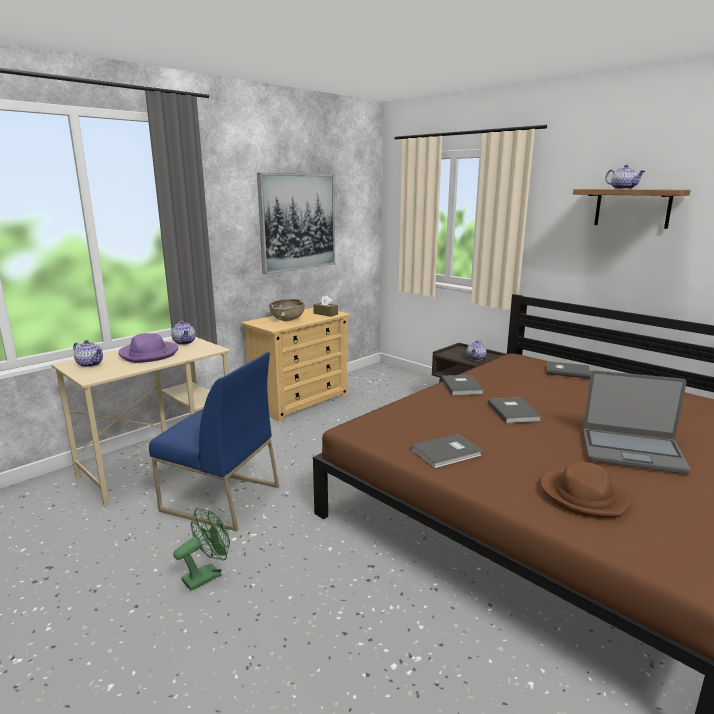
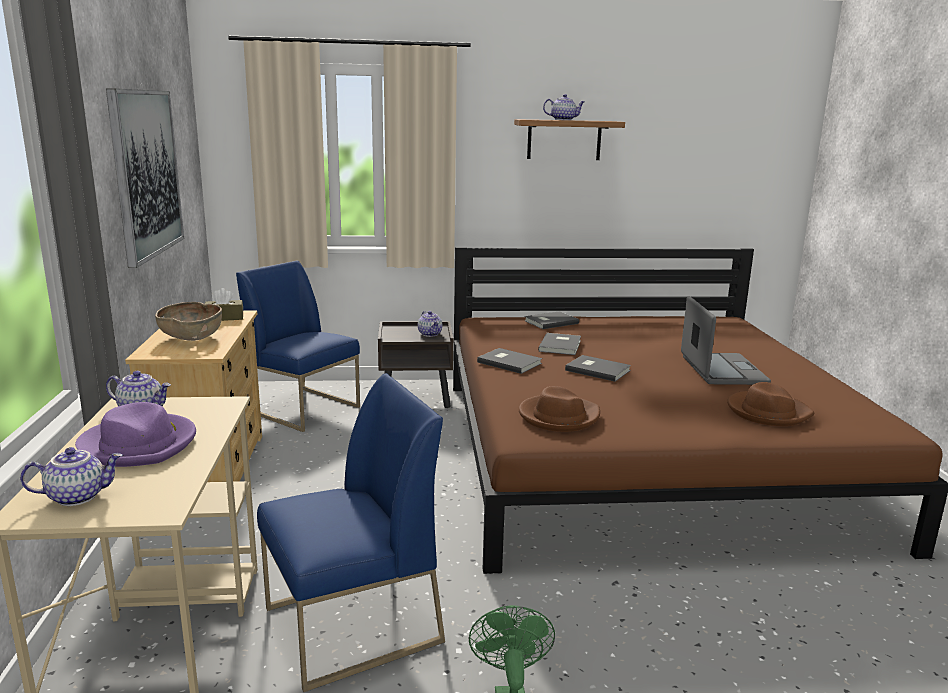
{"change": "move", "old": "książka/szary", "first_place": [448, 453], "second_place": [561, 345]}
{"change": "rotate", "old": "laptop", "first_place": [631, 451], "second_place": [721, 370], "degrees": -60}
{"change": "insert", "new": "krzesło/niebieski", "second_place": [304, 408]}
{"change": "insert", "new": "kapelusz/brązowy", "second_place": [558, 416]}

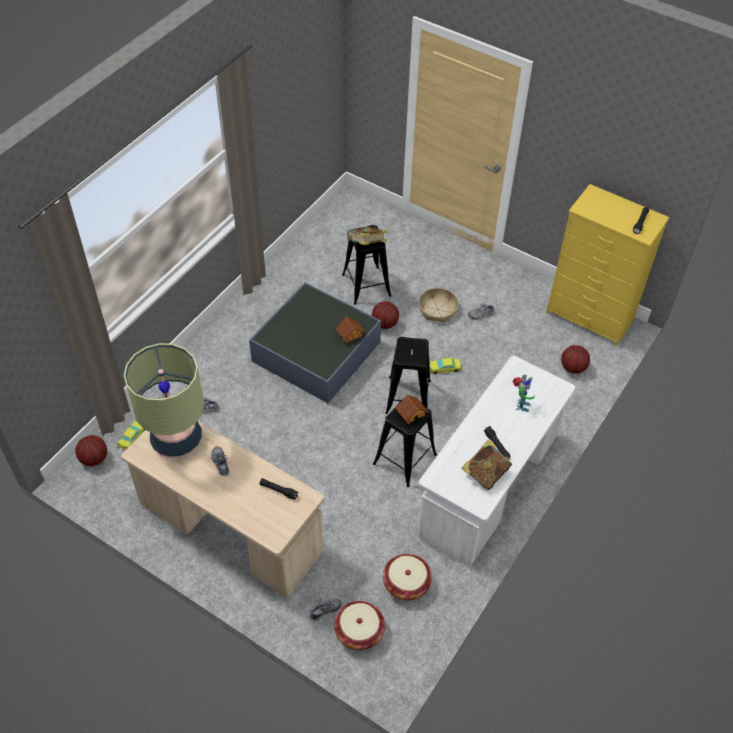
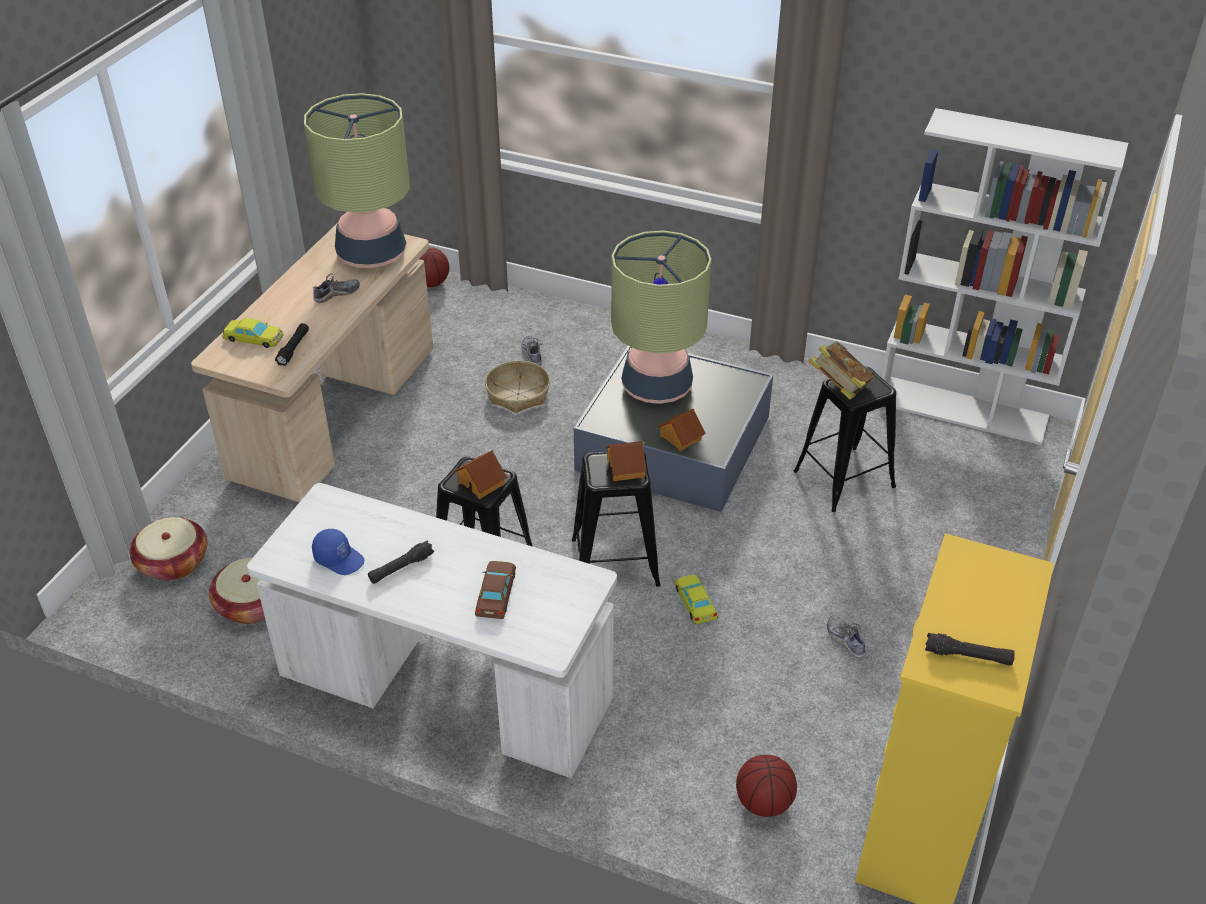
{"change": "move", "old": "samochodzik/żółty", "first_place": [132, 436], "second_place": [254, 337]}
{"change": "delete", "old": "but", "first_place": [325, 610]}
{"change": "delete", "old": "piłka do koszykówki", "first_place": [385, 324]}
{"change": "move", "old": "koszyk", "first_place": [437, 309], "second_place": [518, 394]}
{"change": "replace", "old": "książka", "new": "czapka z daszkiem/niebieski", "first_place": [485, 473], "second_place": [339, 558]}
{"change": "replace", "old": "robot zabawkowy", "new": "samochodzik/brązowy", "first_place": [520, 406], "second_place": [496, 593]}
{"change": "insert", "new": "domek", "second_place": [626, 468]}
{"change": "insert", "new": "lampa stołowa", "second_place": [656, 386]}
{"change": "insert", "new": "regał/biały", "second_place": [963, 410]}

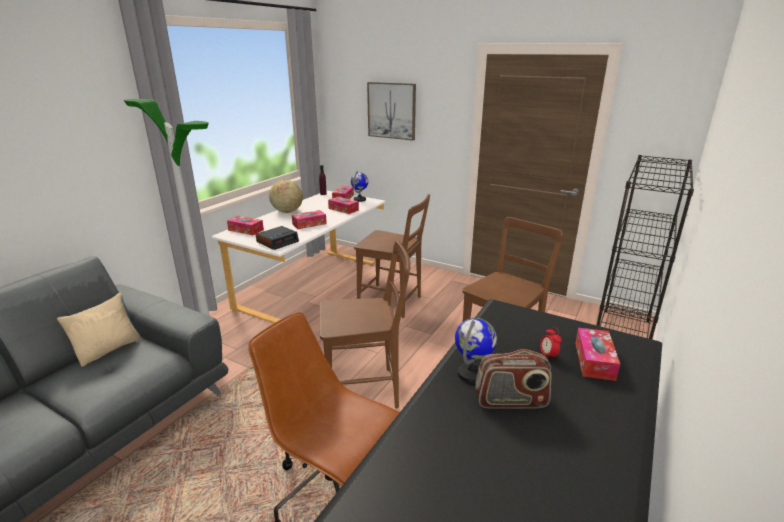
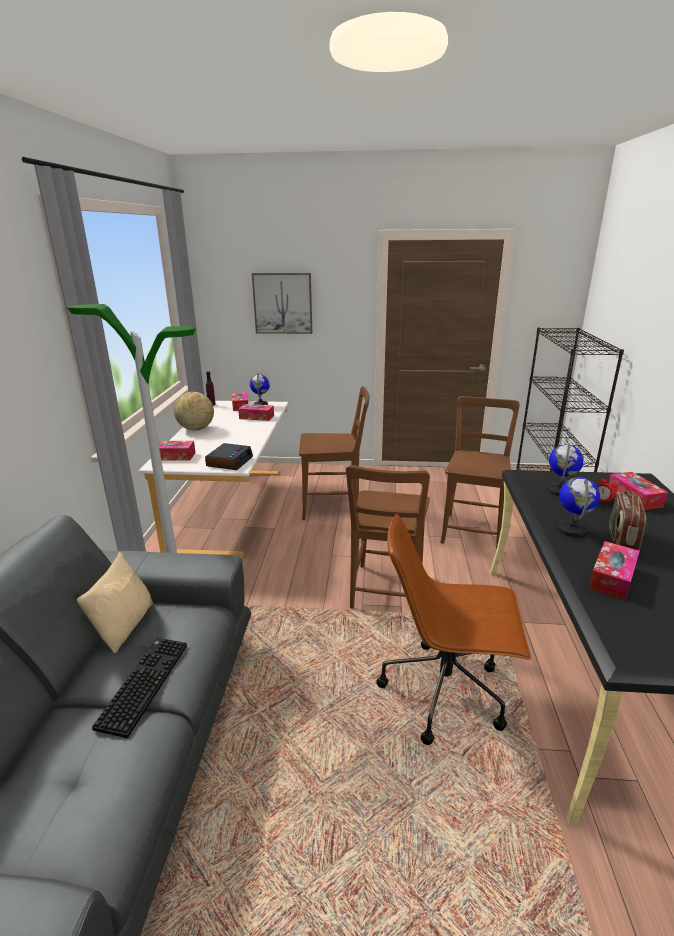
{"change": "move", "old": "pudełko chusteczek", "first_place": [309, 224], "second_place": [612, 577]}
{"change": "rotate", "old": "krzesło/brązowy", "first_place": [366, 390], "second_place": [386, 593], "degrees": 135}
{"change": "rotate", "old": "radio", "first_place": [510, 401], "second_place": [621, 541], "degrees": 135}
{"change": "insert", "new": "klawiatura", "second_place": [143, 683]}
{"change": "insert", "new": "globus", "second_place": [559, 491]}

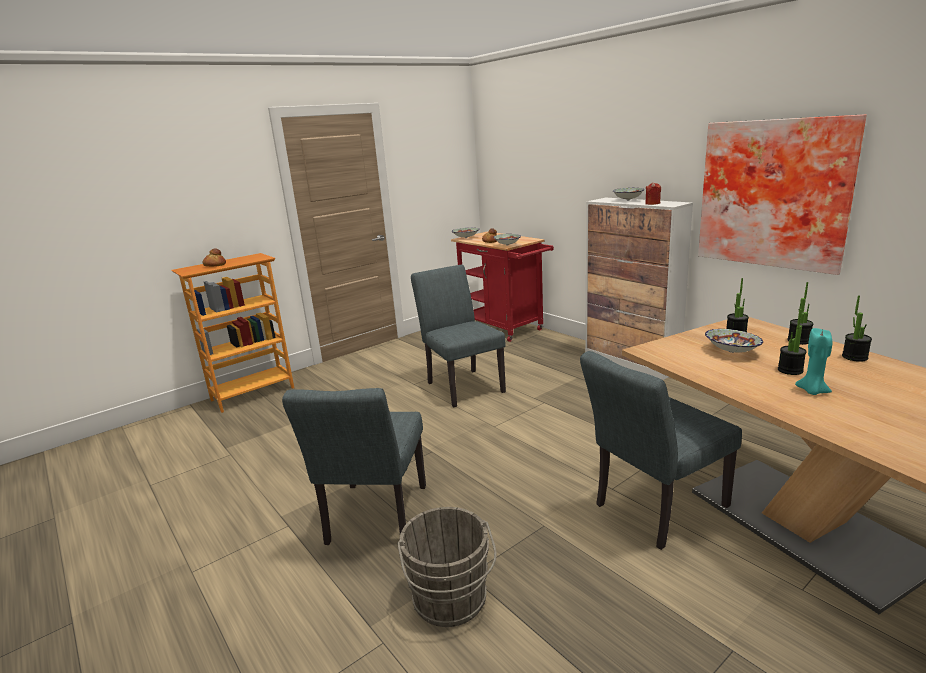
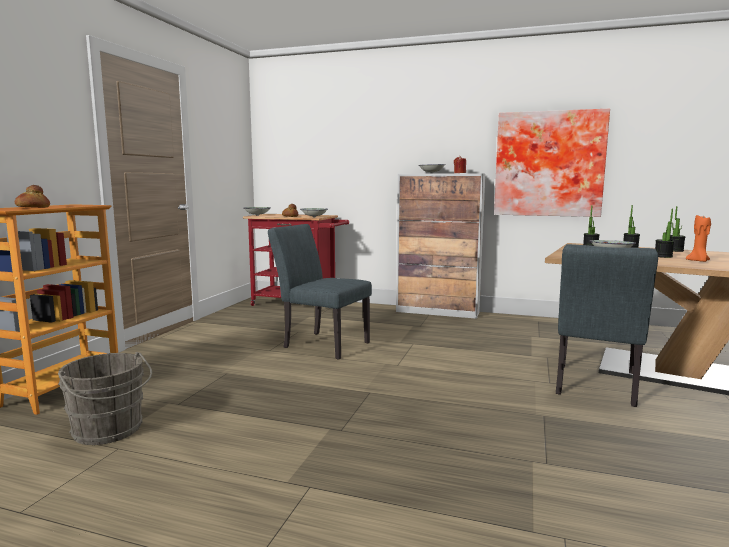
{"change": "delete", "old": "krzesło/szary", "first_place": [374, 520]}
{"change": "move", "old": "wiadro/szary", "first_place": [450, 602], "second_place": [109, 431]}
{"change": "recolor", "old": "świeca/turkusowy", "new": "świeca/pomarańczowy", "first_place": [812, 391], "second_place": [698, 261]}

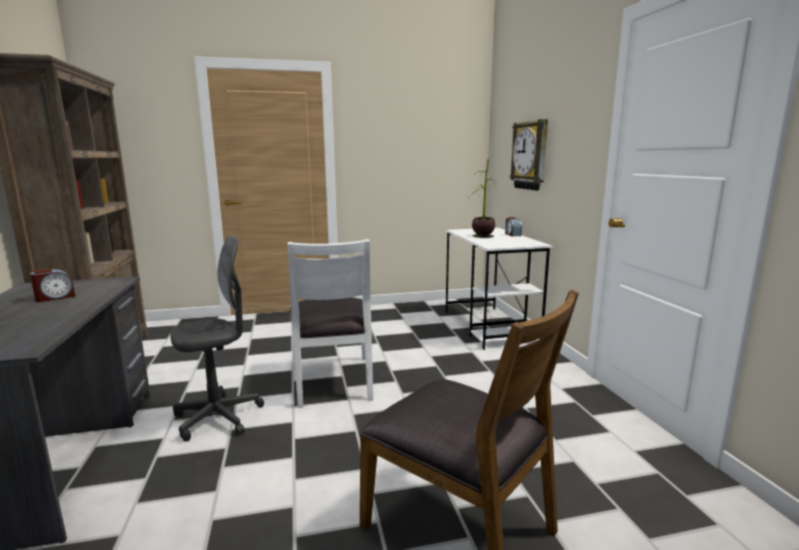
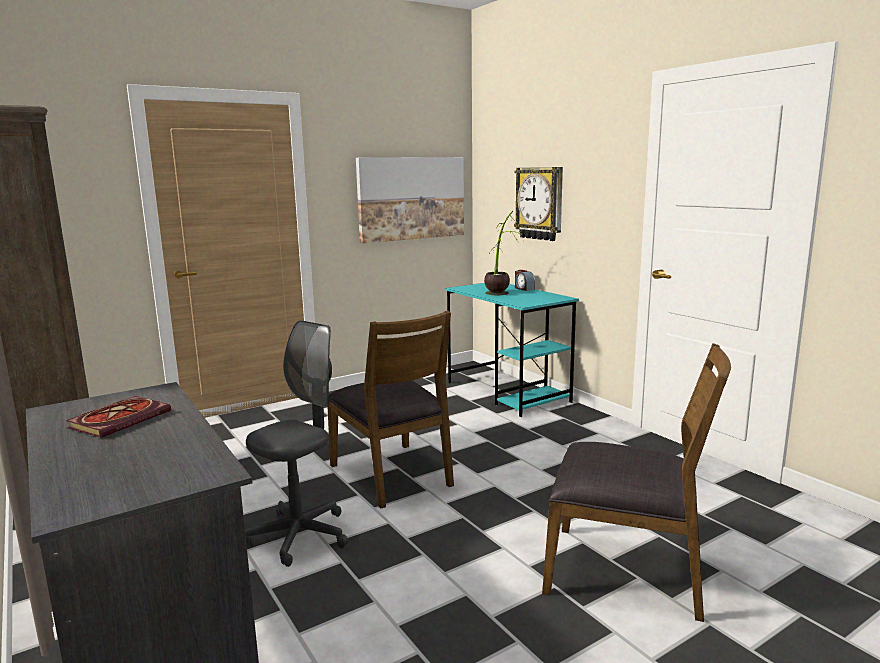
{"change": "replace", "old": "budzik", "new": "książka", "first_place": [55, 297], "second_place": [121, 419]}
{"change": "recolor", "old": "krzesło/biały", "new": "krzesło/brązowy", "first_place": [333, 380], "second_place": [392, 474]}
{"change": "recolor", "old": "biurko/biały", "new": "biurko/turkusowy", "first_place": [490, 326], "second_place": [508, 392]}
{"change": "insert", "new": "obraz", "second_place": [411, 198]}

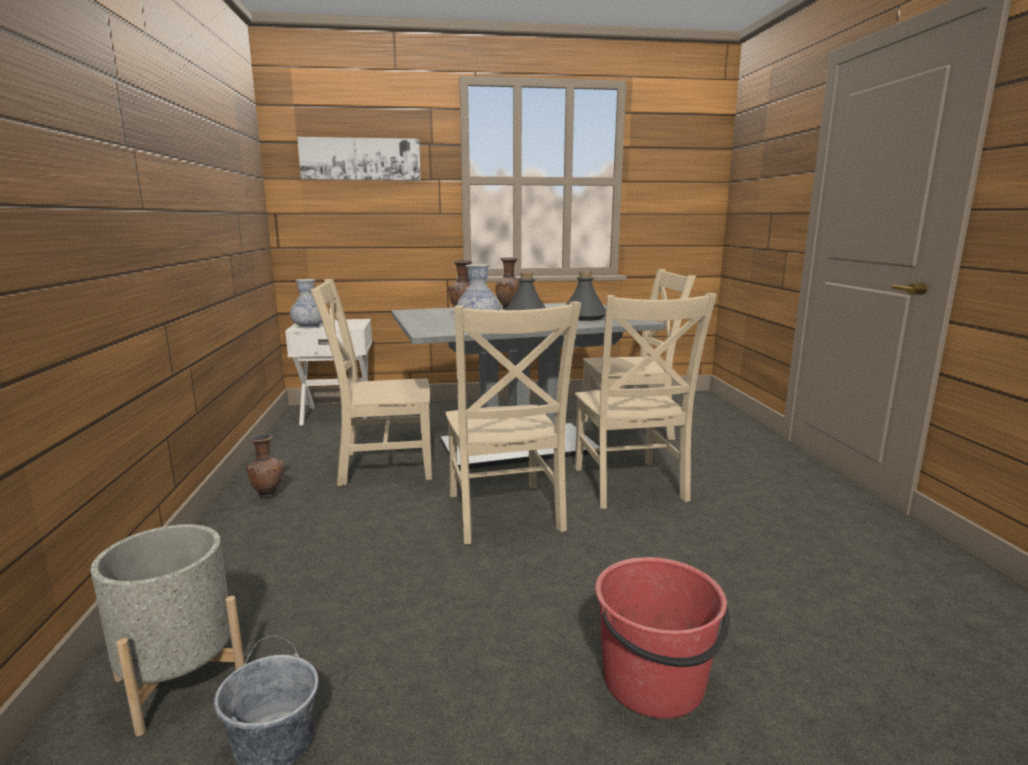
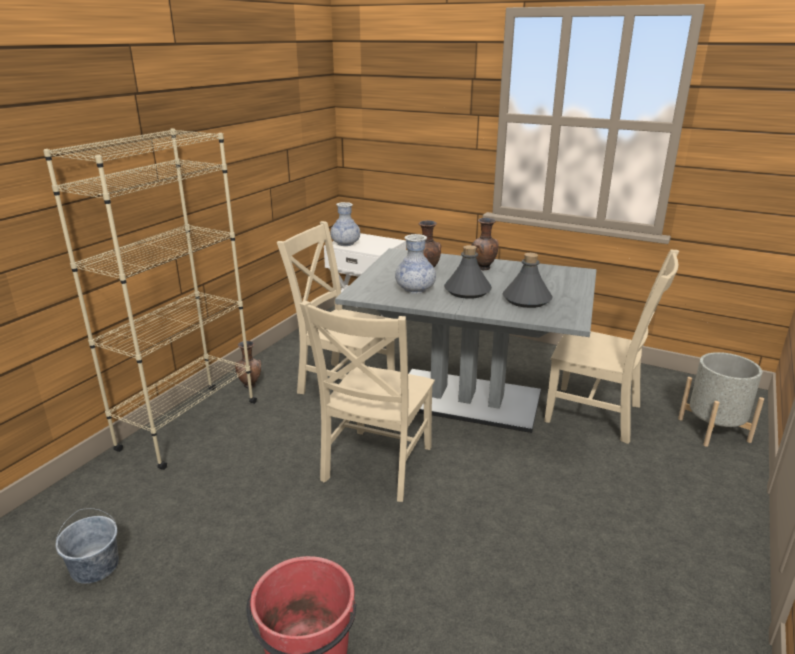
{"change": "move", "old": "donica/szary", "first_place": [180, 680], "second_place": [713, 430]}
{"change": "delete", "old": "obraz", "first_place": [360, 159]}
{"change": "delete", "old": "krzesło/beżowy", "first_place": [629, 486]}
{"change": "insert", "new": "regał/beżowy", "second_place": [188, 425]}

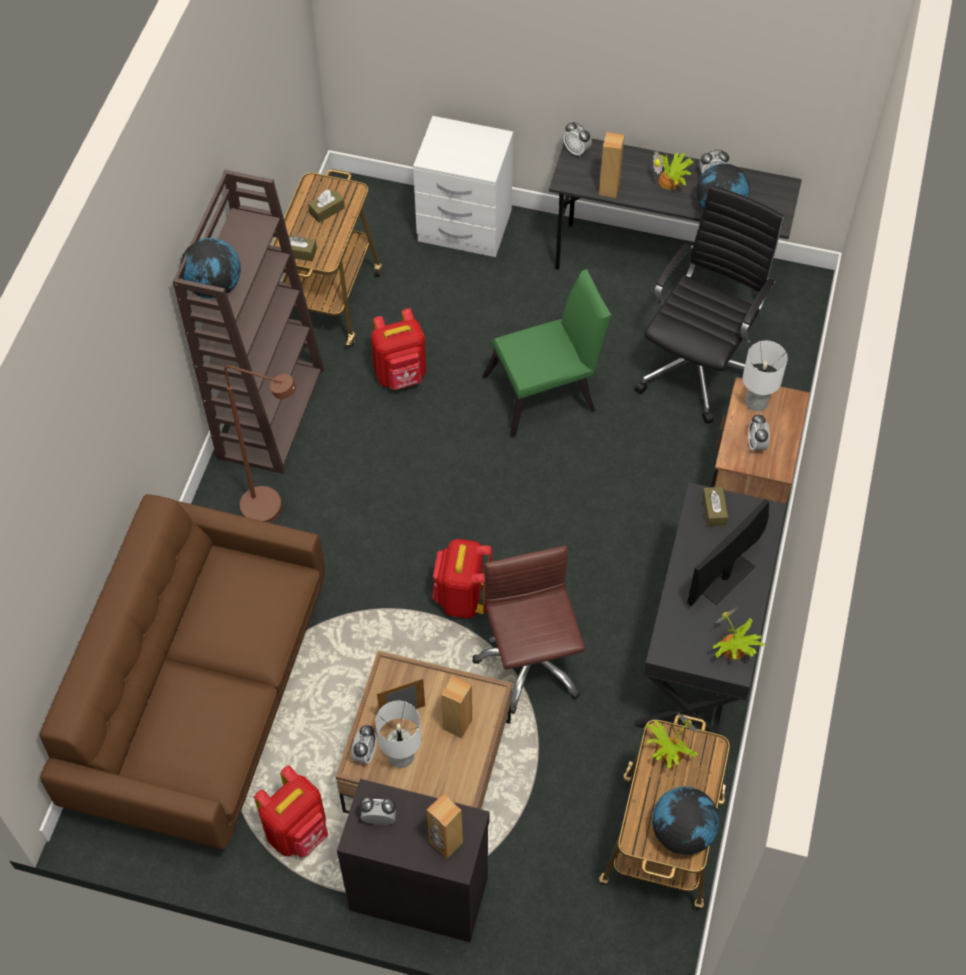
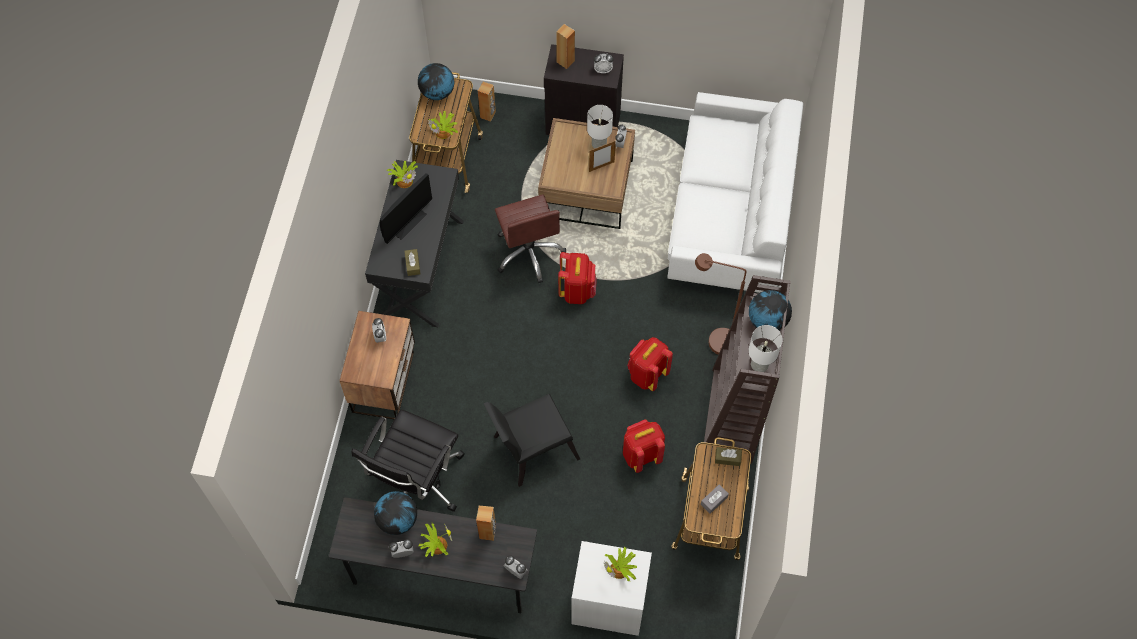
{"change": "recolor", "old": "kanapa/brązowy", "new": "kanapa/biały", "first_place": [202, 699], "second_place": [729, 216]}
{"change": "move", "old": "plecak/czerwony", "first_place": [298, 831], "second_place": [647, 374]}
{"change": "recolor", "old": "pudełko chusteczek/brązowy", "new": "pudełko chusteczek/szary", "first_place": [327, 210], "second_place": [714, 500]}
{"change": "move", "old": "głośnik/brązowy", "first_place": [457, 724], "second_place": [488, 115]}
{"change": "recolor", "old": "krzesło/zielony", "new": "krzesło/czarny", "first_place": [546, 392], "second_place": [530, 449]}
{"change": "move", "old": "lampa stołowa/biały", "first_place": [756, 402], "second_place": [759, 364]}
{"change": "insert", "new": "roślina doniczkowa", "second_place": [620, 569]}

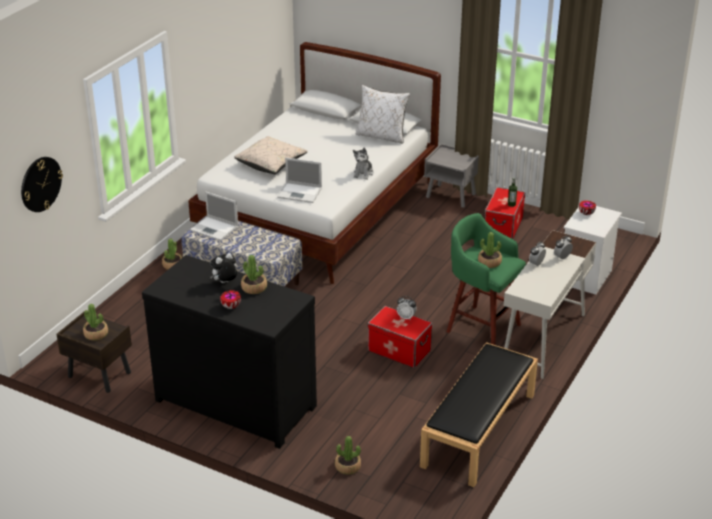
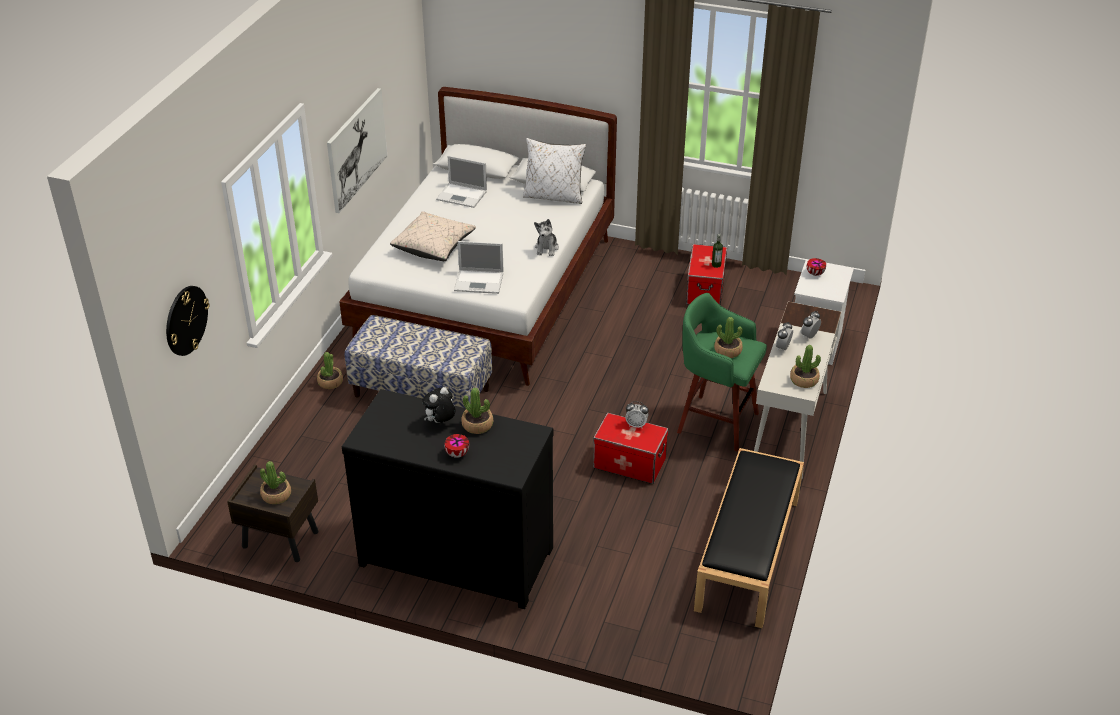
{"change": "move", "old": "laptop", "first_place": [215, 229], "second_place": [462, 195]}
{"change": "move", "old": "roślina doniczkowa", "first_place": [347, 466], "second_place": [804, 380]}
{"change": "delete", "old": "szafka nocna/szary", "first_place": [451, 196]}
{"change": "insert", "new": "obraz", "second_place": [356, 149]}

